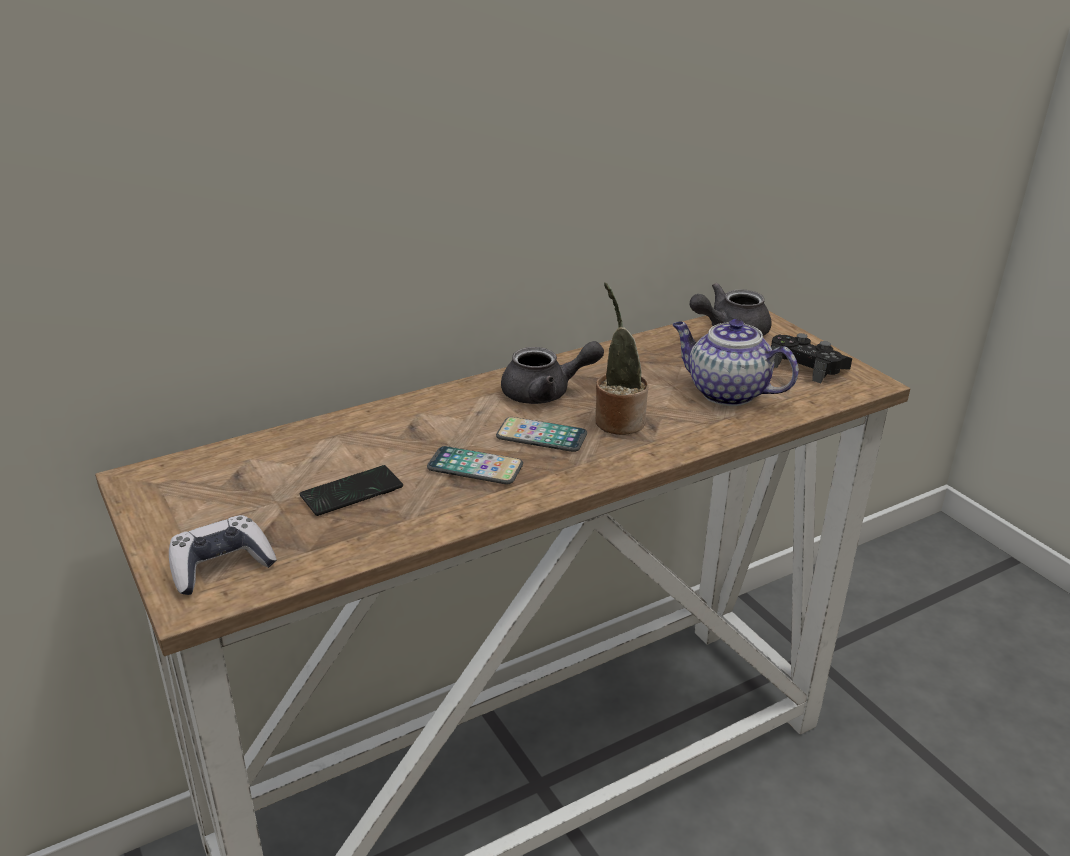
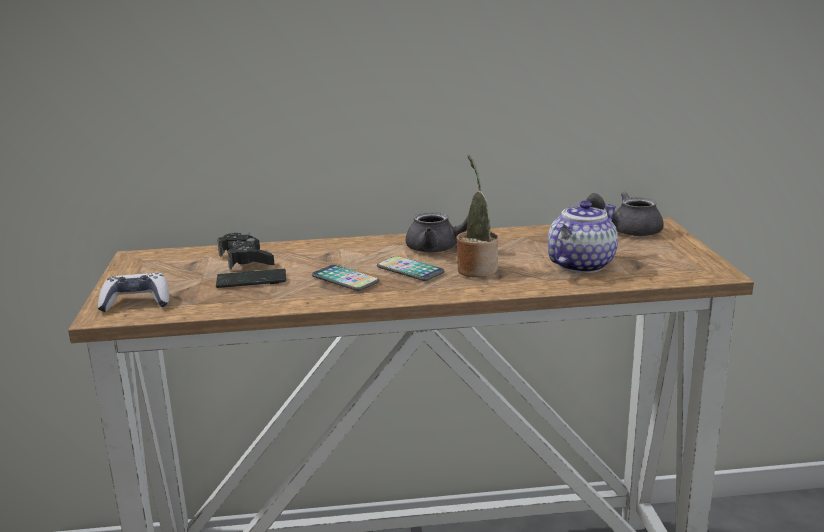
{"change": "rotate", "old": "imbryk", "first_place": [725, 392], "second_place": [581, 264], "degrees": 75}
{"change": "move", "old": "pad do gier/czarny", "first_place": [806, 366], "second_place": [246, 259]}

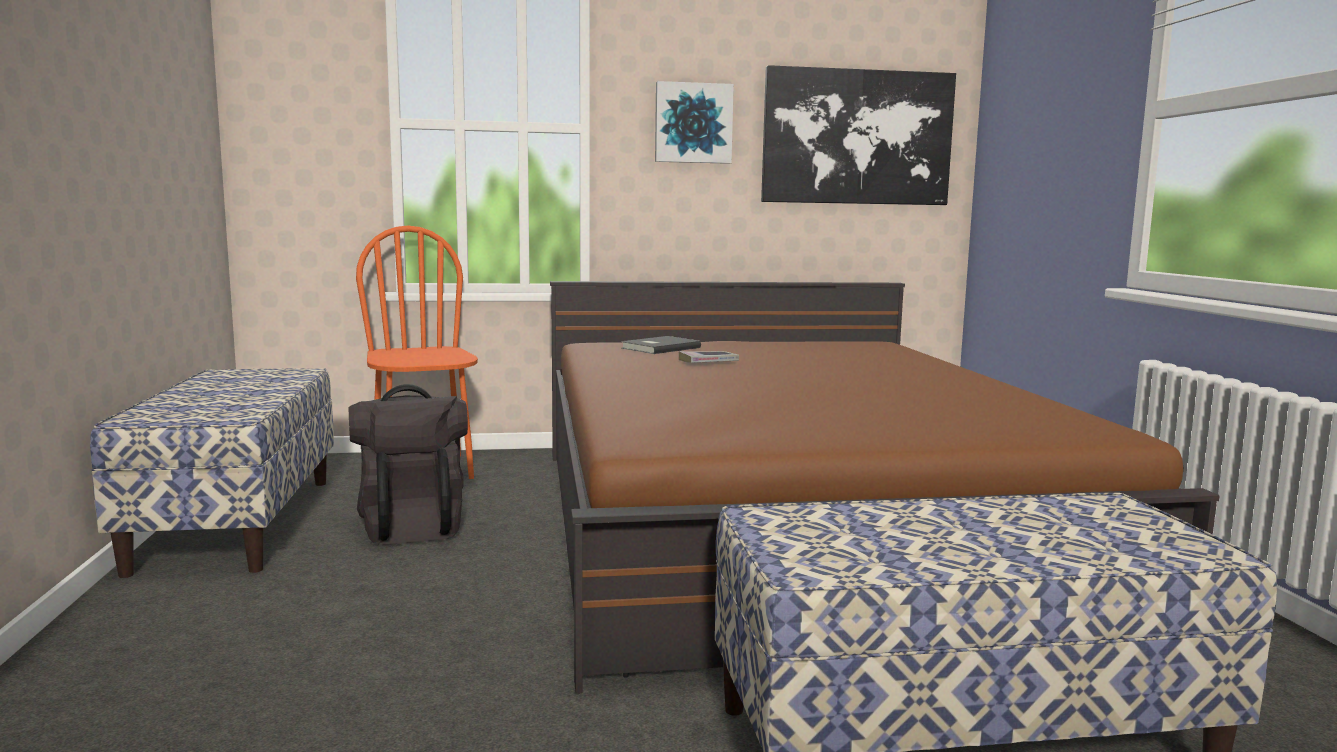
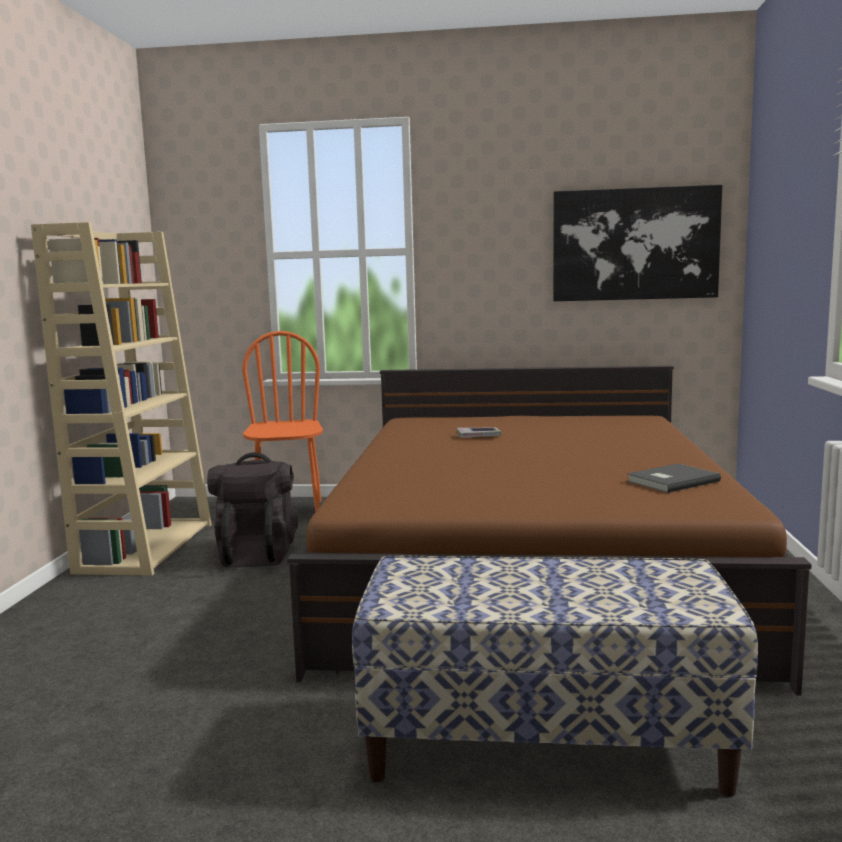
{"change": "replace", "old": "ławka", "new": "regał/beżowy", "first_place": [236, 523], "second_place": [146, 547]}
{"change": "move", "old": "książka/szary", "first_place": [659, 348], "second_place": [670, 481]}
{"change": "delete", "old": "obraz", "first_place": [693, 123]}

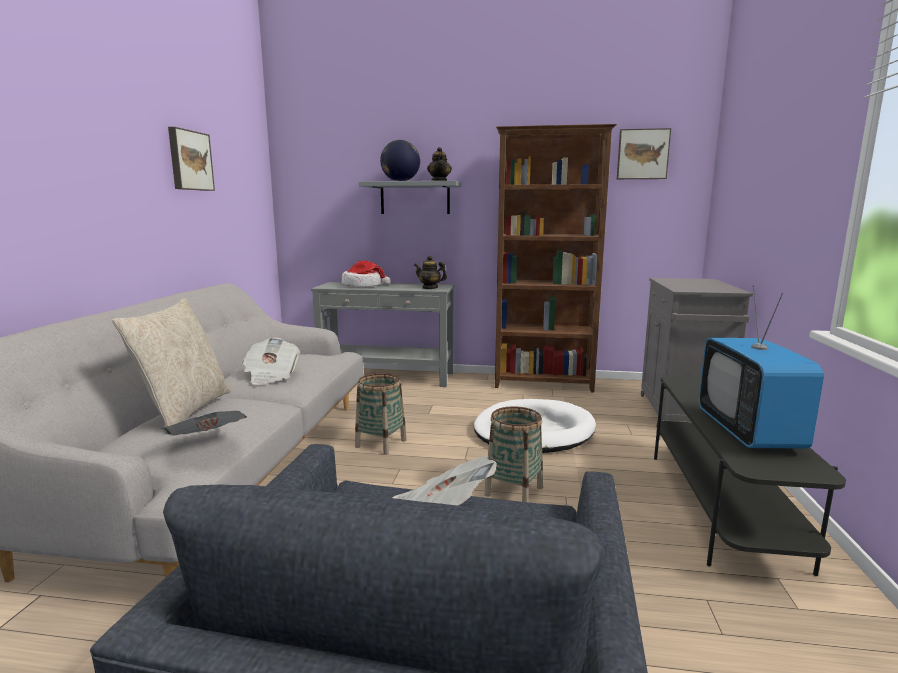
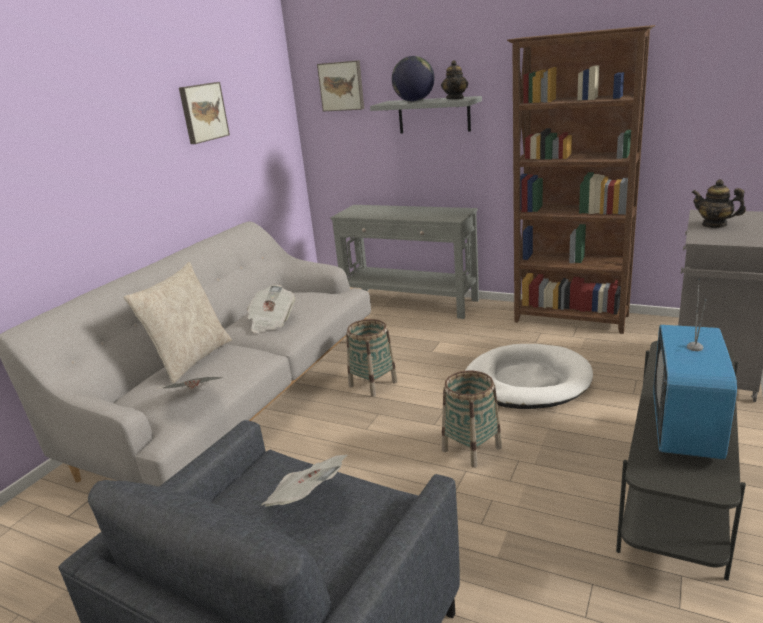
{"change": "delete", "old": "kapelusz", "first_place": [363, 285]}
{"change": "move", "old": "imbryk", "first_place": [430, 288], "second_place": [714, 225]}
{"change": "move", "old": "obraz", "first_place": [642, 154], "second_place": [342, 86]}

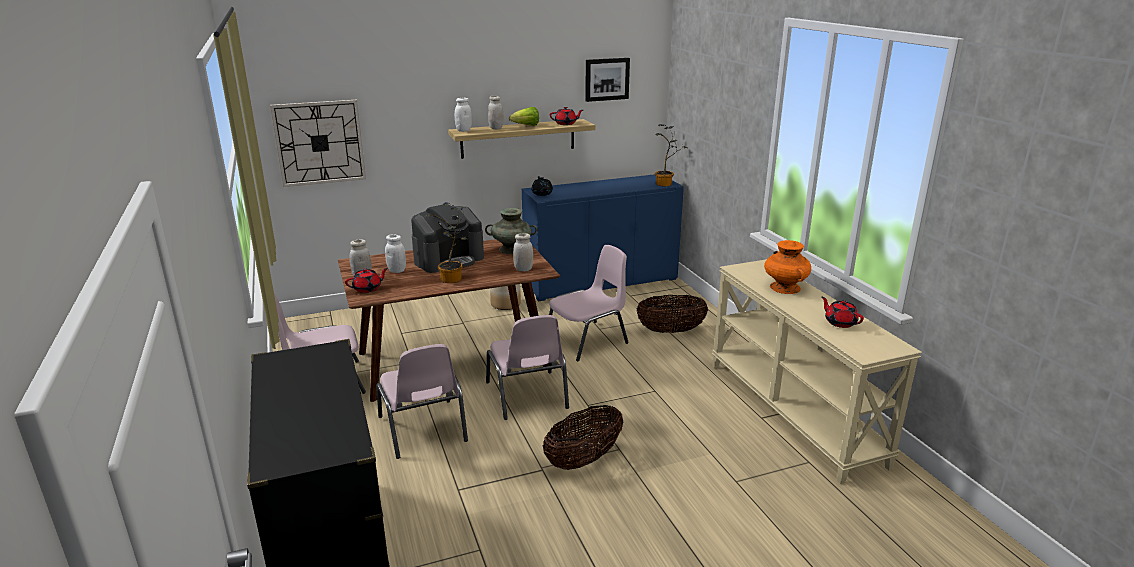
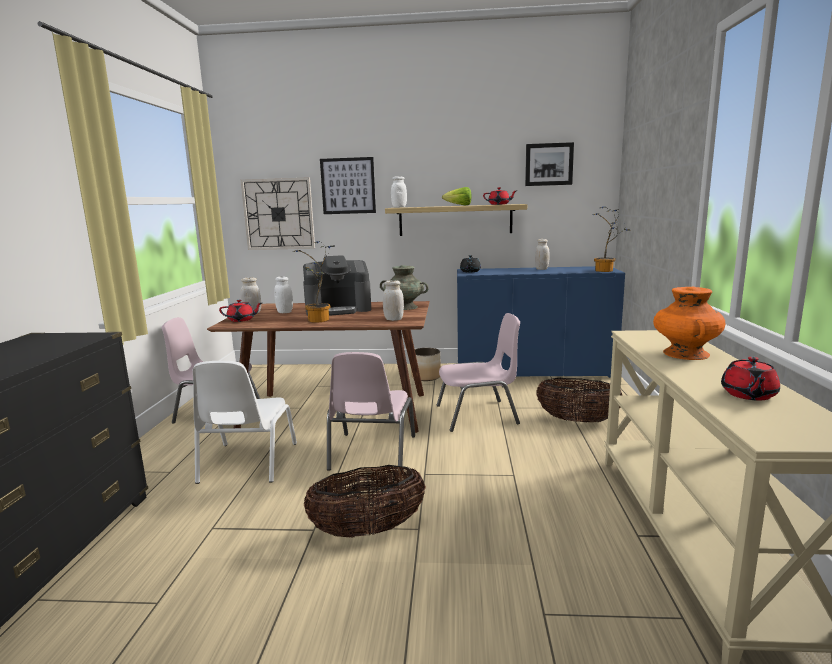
{"change": "recolor", "old": "krzesło/różowy", "new": "krzesło/biały", "first_place": [423, 429], "second_place": [247, 463]}
{"change": "move", "old": "słoik/biały", "first_place": [496, 128], "second_place": [541, 269]}
{"change": "rotate", "old": "imbryk/czerwony", "first_place": [839, 322], "second_place": [748, 395], "degrees": -150}
{"change": "insert", "new": "obraz", "second_place": [348, 186]}

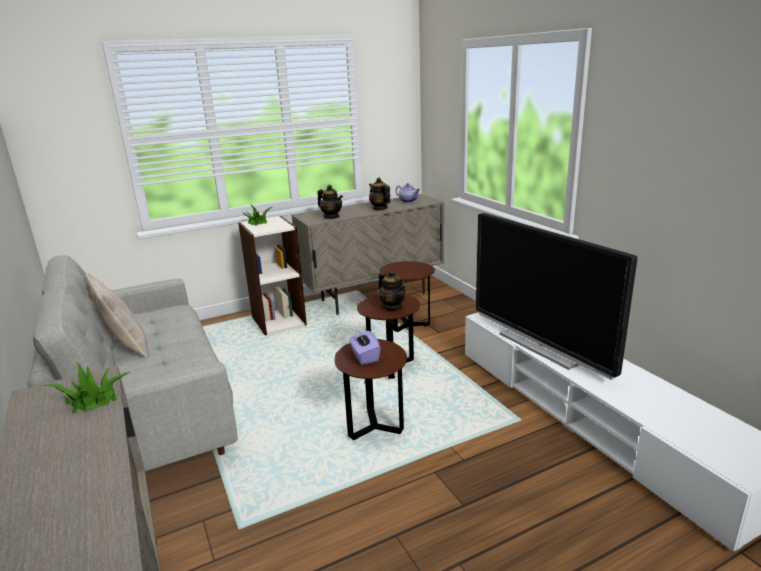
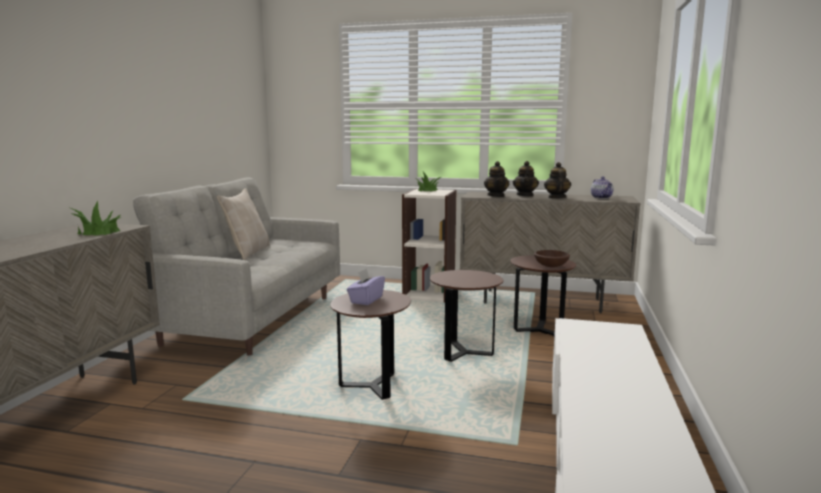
{"change": "move", "old": "imbryk", "first_place": [392, 307], "second_place": [525, 195]}
{"change": "delete", "old": "telewizor", "first_place": [542, 346]}
{"change": "insert", "new": "miska/brązowy", "second_place": [550, 266]}

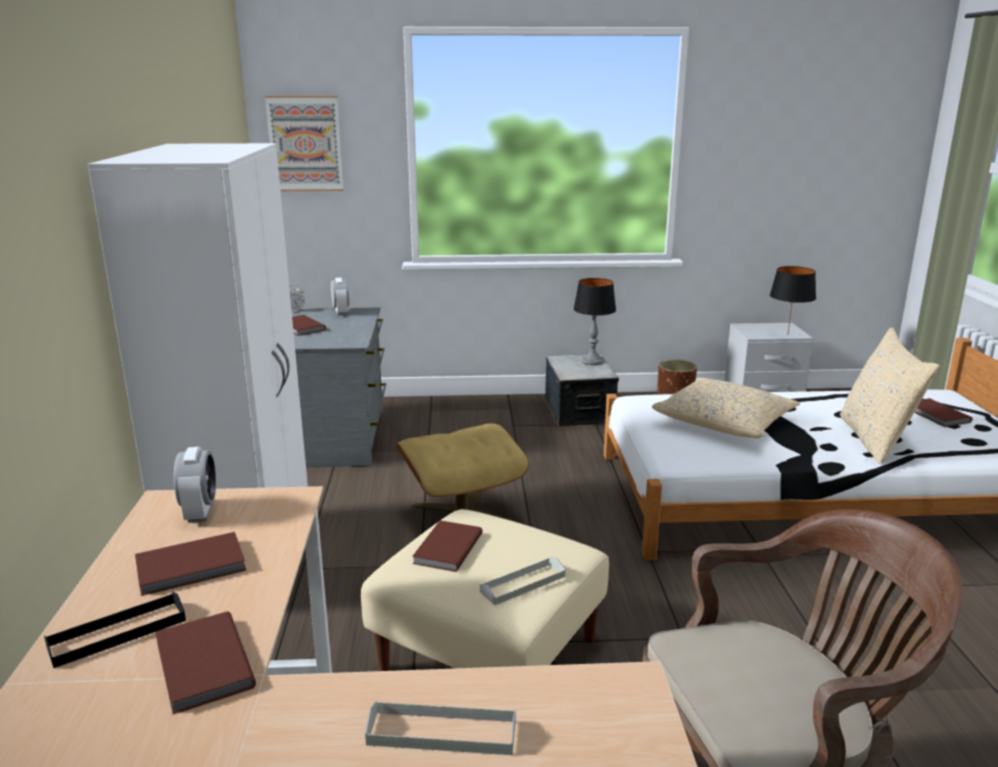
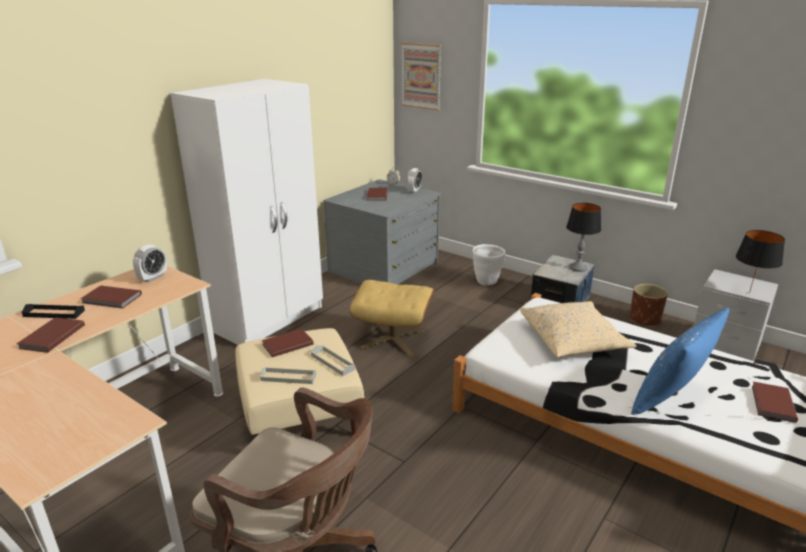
{"change": "move", "old": "taca/szary", "first_place": [442, 733], "second_place": [332, 362]}
{"change": "recolor", "old": "poduszka/beżowy", "new": "poduszka/niebieski", "first_place": [876, 440], "second_place": [670, 399]}
{"change": "insert", "new": "donica/biały", "second_place": [487, 282]}

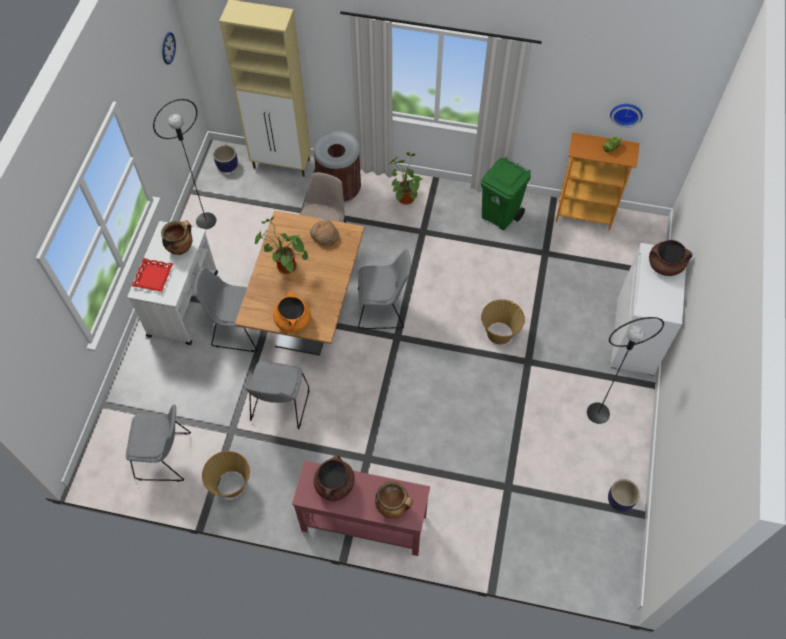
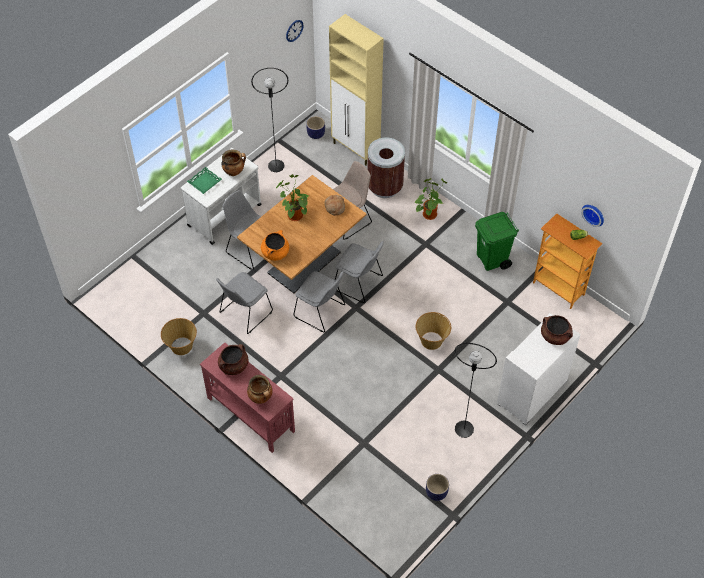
{"change": "move", "old": "krzesło/szary", "first_place": [166, 456], "second_place": [321, 312]}
{"change": "recolor", "old": "taca/czerwony", "new": "taca/zielony", "first_place": [153, 277], "second_place": [204, 182]}

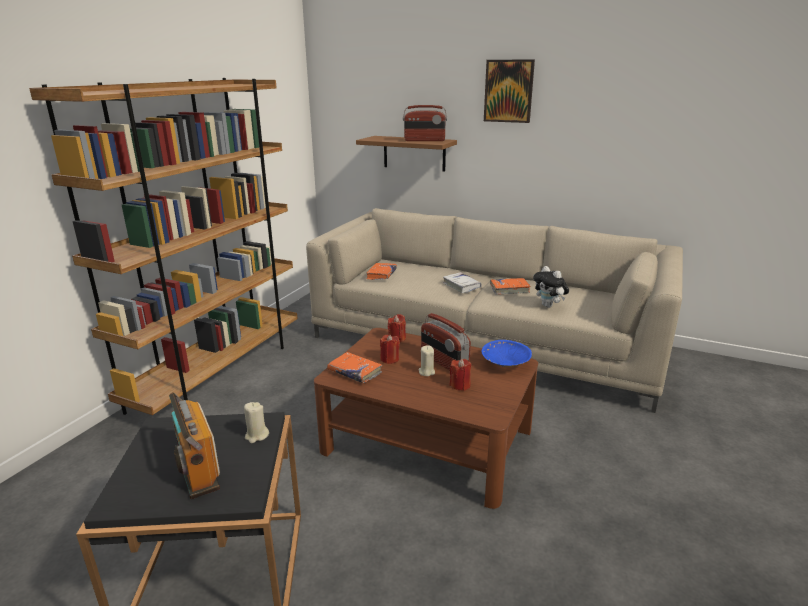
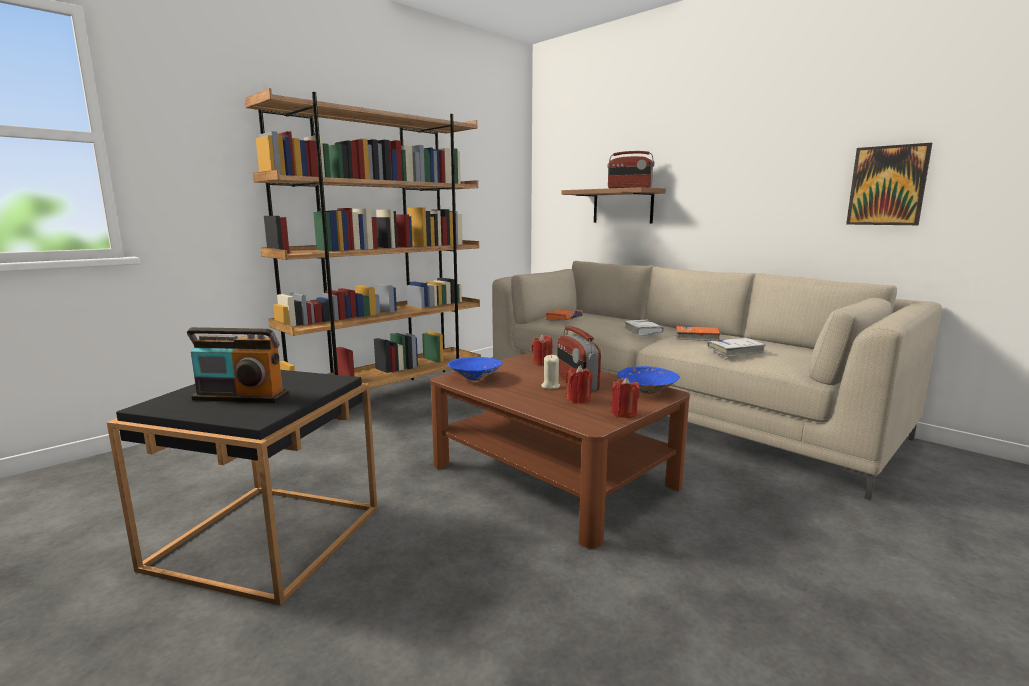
{"change": "rotate", "old": "radio", "first_place": [196, 468], "second_place": [241, 397], "degrees": -75}
{"change": "delete", "old": "świeca/beżowy", "first_place": [256, 435]}
{"change": "replace", "old": "książka/pomarańczowy", "new": "miska/niebieski", "first_place": [354, 372], "second_place": [475, 378]}
{"change": "move", "old": "świeca/czerwony", "first_place": [389, 359], "second_place": [624, 413]}
{"change": "move", "old": "obraz", "first_place": [508, 91], "second_place": [887, 185]}
{"change": "replace", "old": "pluszak", "new": "książka/biały", "first_place": [549, 306], "second_place": [735, 352]}

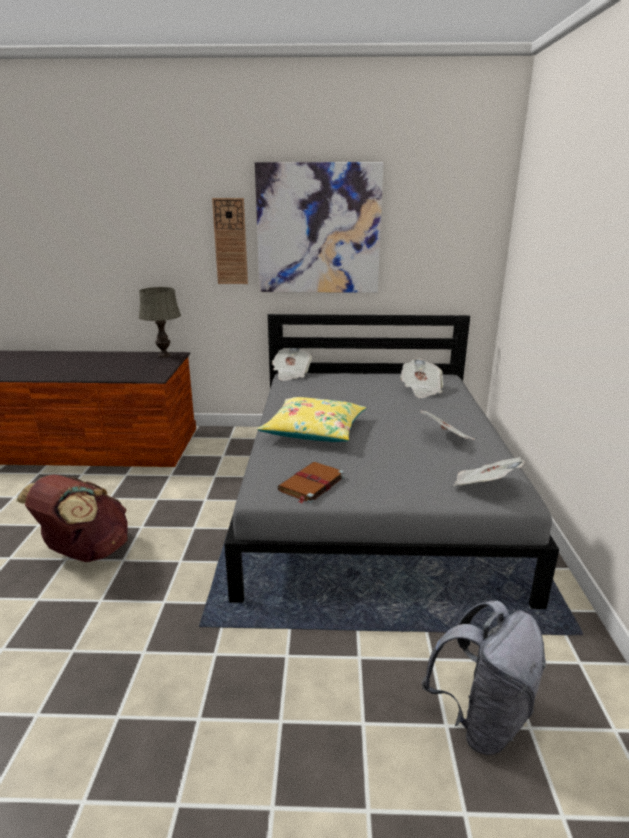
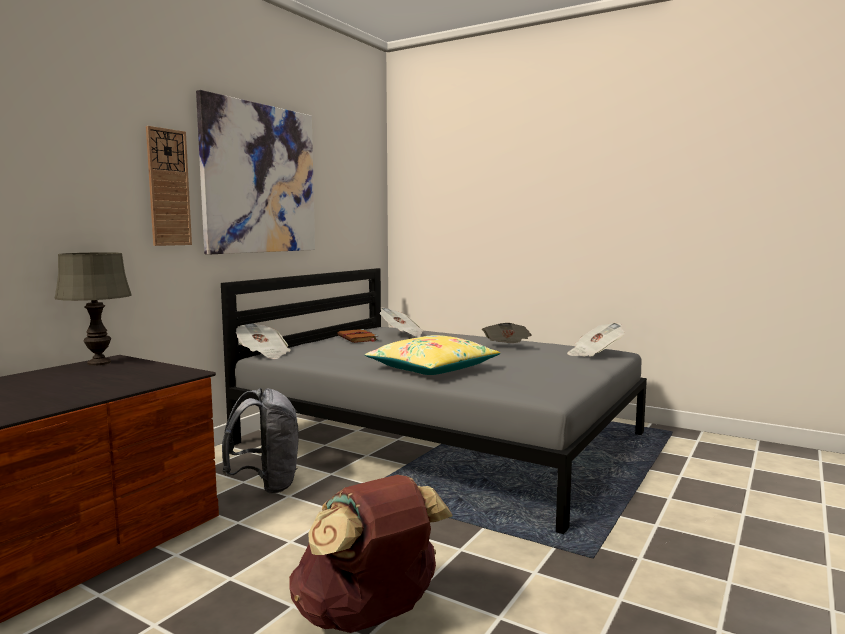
{"change": "move", "old": "książka/brązowy", "first_place": [311, 484], "second_place": [358, 338]}
{"change": "move", "old": "plecak/szary", "first_place": [481, 719], "second_place": [266, 485]}

